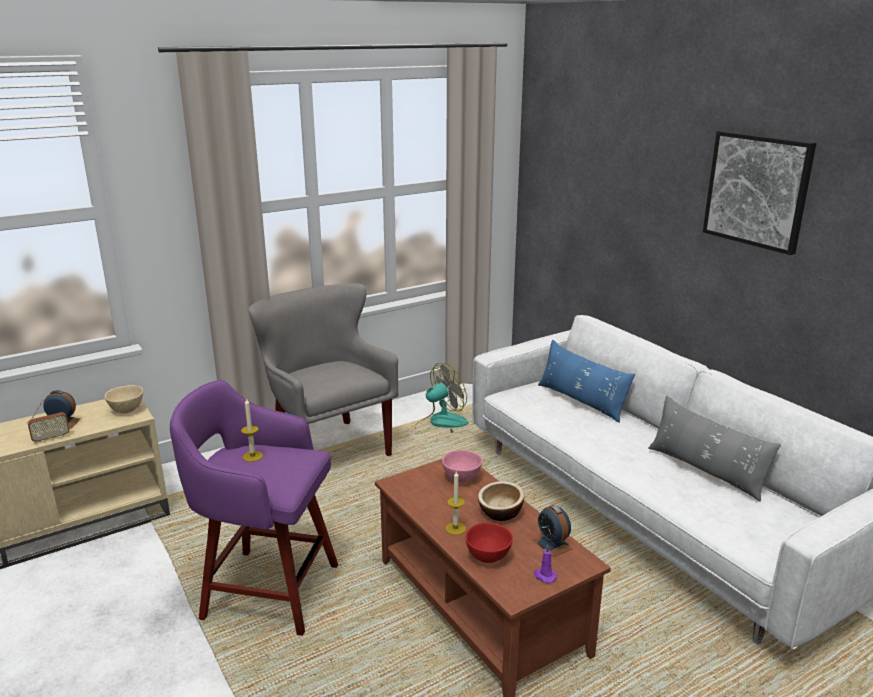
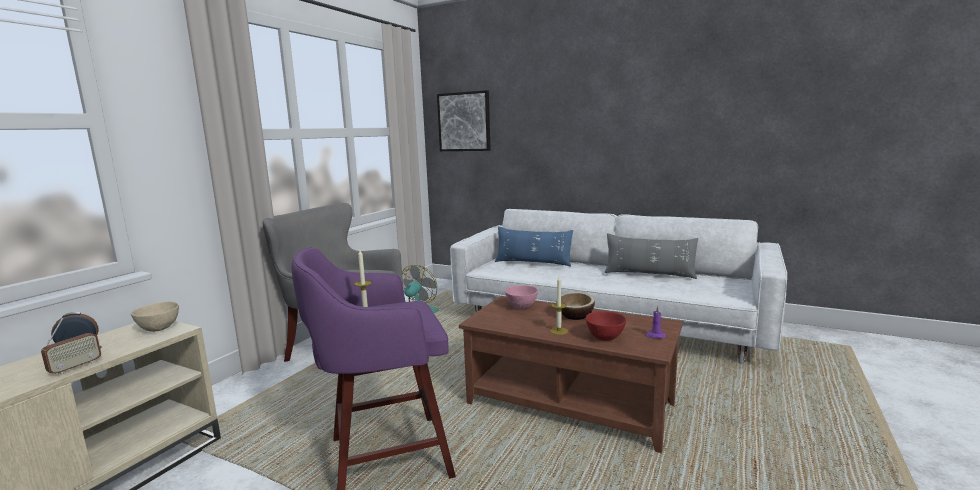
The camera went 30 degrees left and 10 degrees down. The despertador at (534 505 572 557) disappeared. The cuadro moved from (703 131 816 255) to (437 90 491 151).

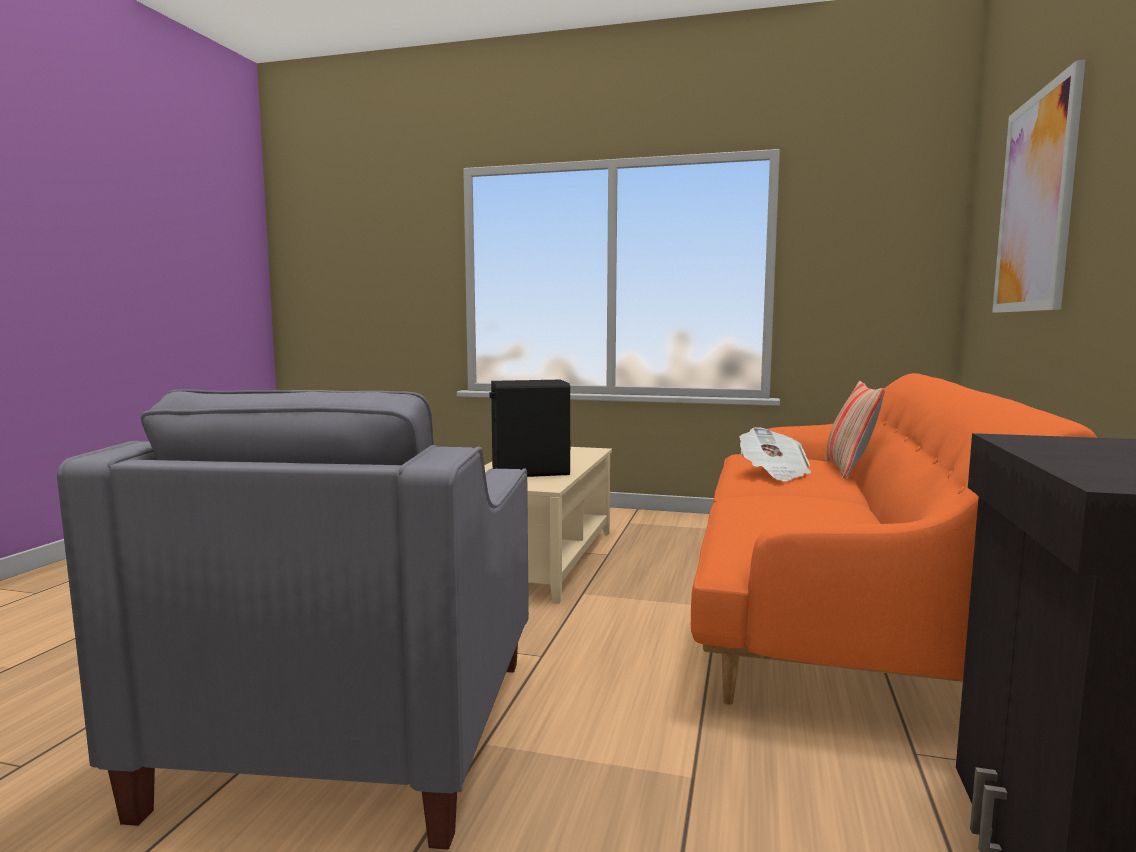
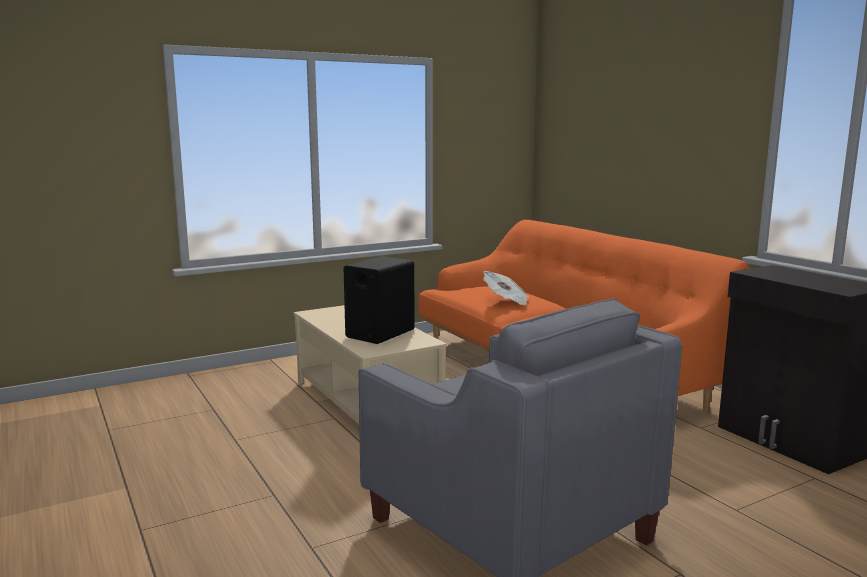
The camera went 45 degrees left and 5 degrees up. The cojín at (825 381 885 479) disappeared. The cuadro at (992 59 1086 313) disappeared.

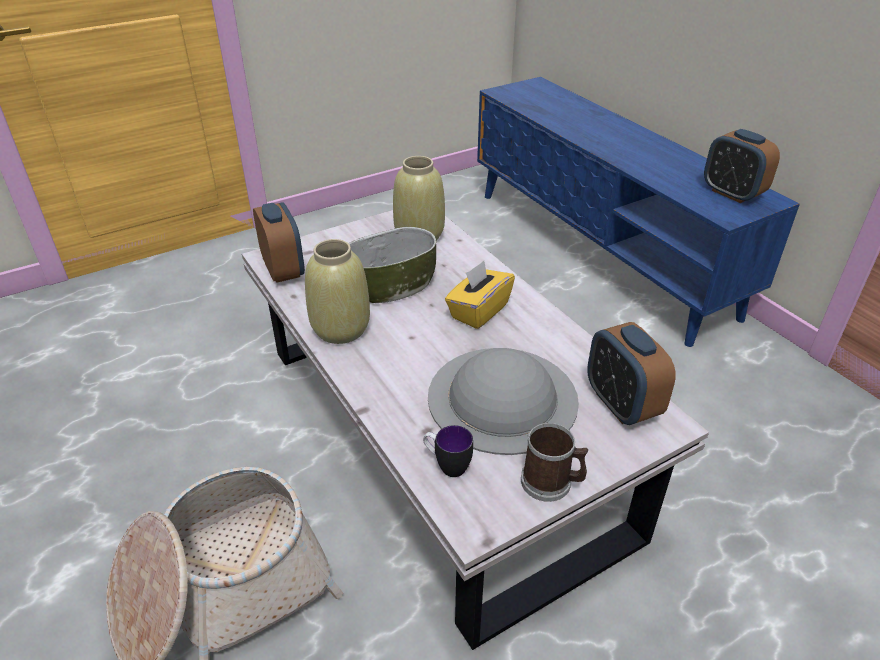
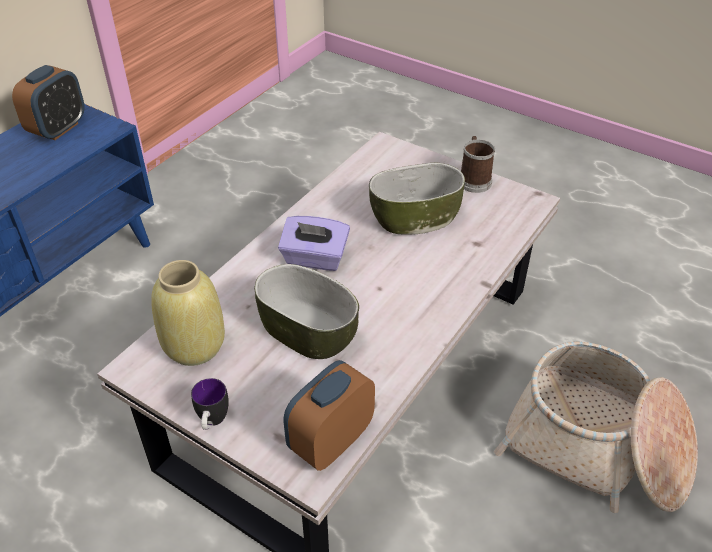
The camera went 115 degrees left and 5 degrees up. The florero/beis at (305 239 370 344) disappeared. The despertador at (587 322 676 425) disappeared. The taza grande moved from (423 425 473 477) to (191 378 229 430). The sombrero/gris at (428 348 579 455) was replaced by the cuenco at (369 163 465 235). The caja de pañuelos/amarillo at (445 261 515 329) became the caja de pañuelos/morado at (278 216 350 271).

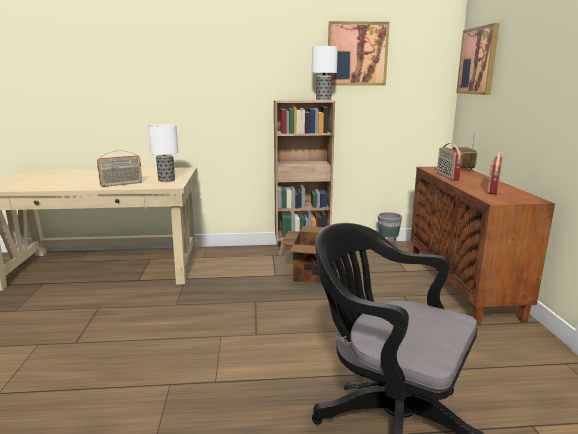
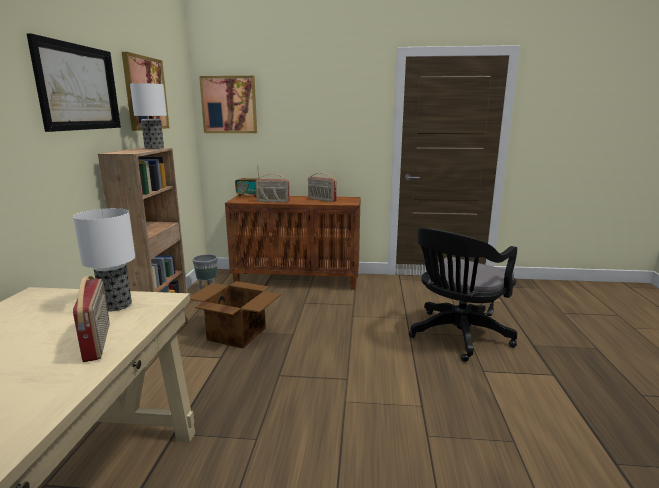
The camera went 80 degrees left and 0 degrees up. The cuadro at (27 33 121 132) appeared.

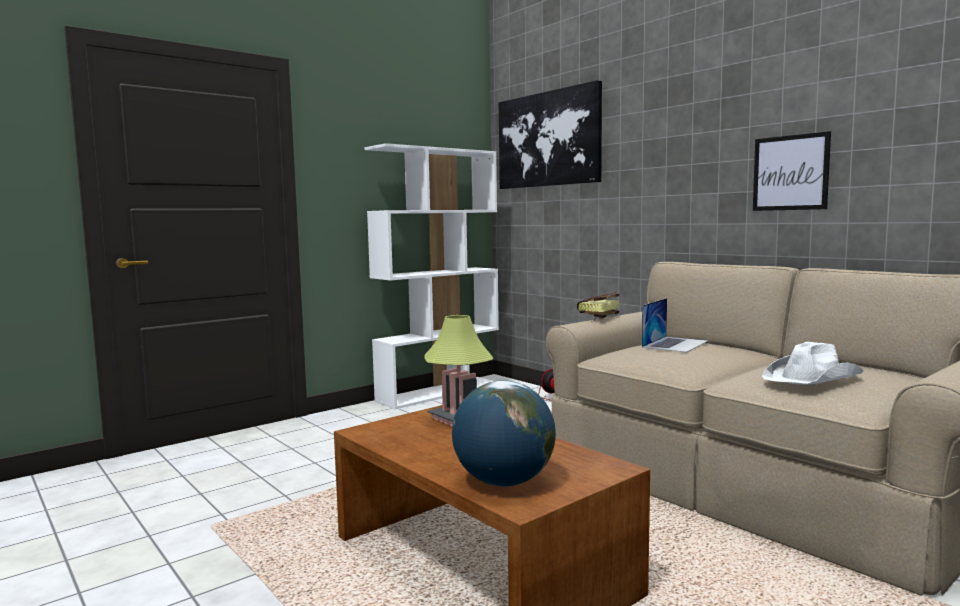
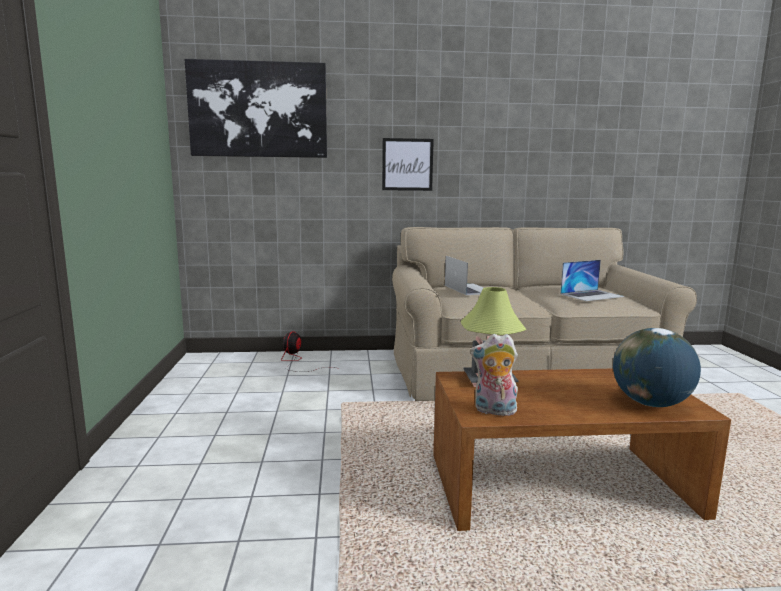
The camera went 55 degrees left and 5 degrees up. The estantería/blanco at (365 143 499 409) disappeared. The libro at (577 292 619 323) disappeared. The peluche at (470 334 518 416) appeared. The cuadro moved from (753 131 831 211) to (382 138 434 191). The sombrero/blanco at (762 342 864 385) was replaced by the portátil at (560 260 624 301).

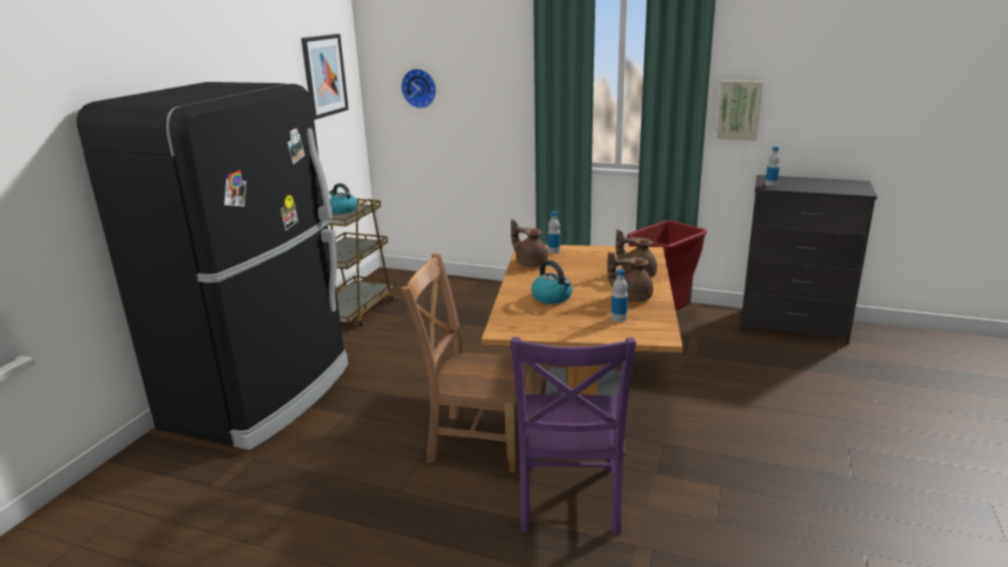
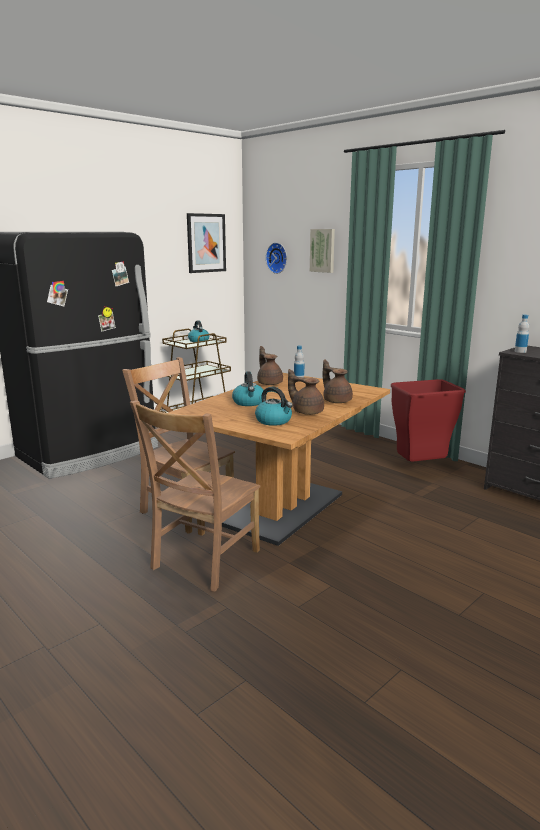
The camera went 25 degrees right and 5 degrees down. The cuadro moved from (716 81 763 141) to (310 229 335 273). The botella at (611 269 628 322) was replaced by the hervidor at (255 387 293 426). The silla/morado at (510 337 636 536) became the silla/marrón at (130 400 261 592).

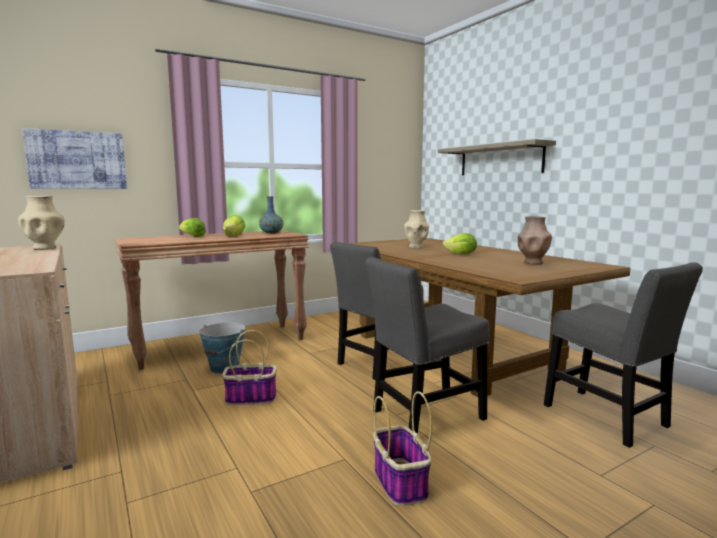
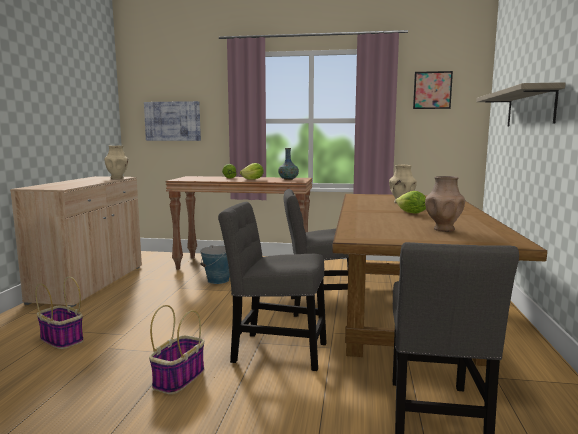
The camera went 40 degrees right and 0 degrees up. The cuadro at (413 71 453 109) appeared. The cesta moved from (222 330 277 405) to (35 277 84 349).

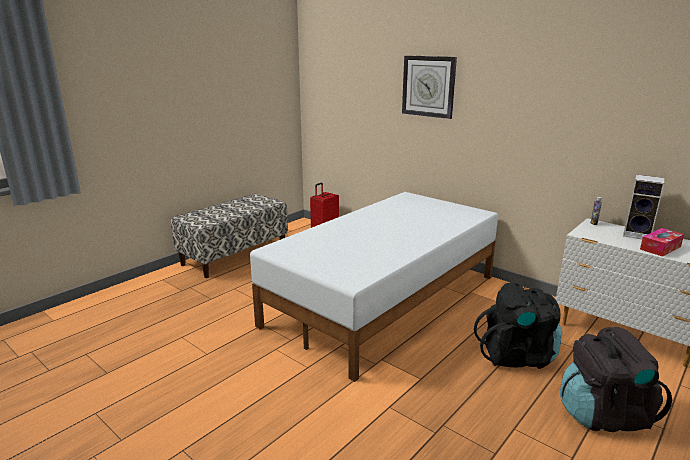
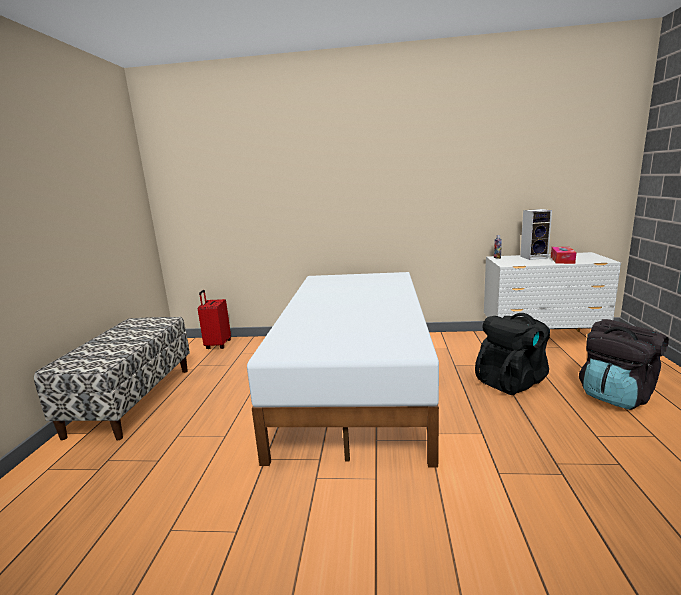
The camera went 35 degrees left and 5 degrees down. The reloj de pared at (402 55 457 119) disappeared.

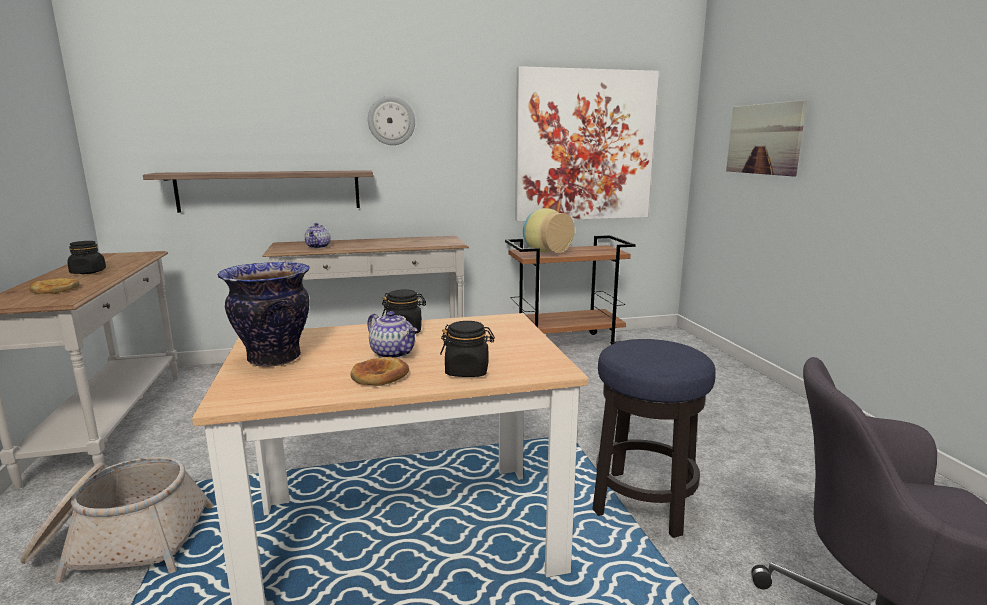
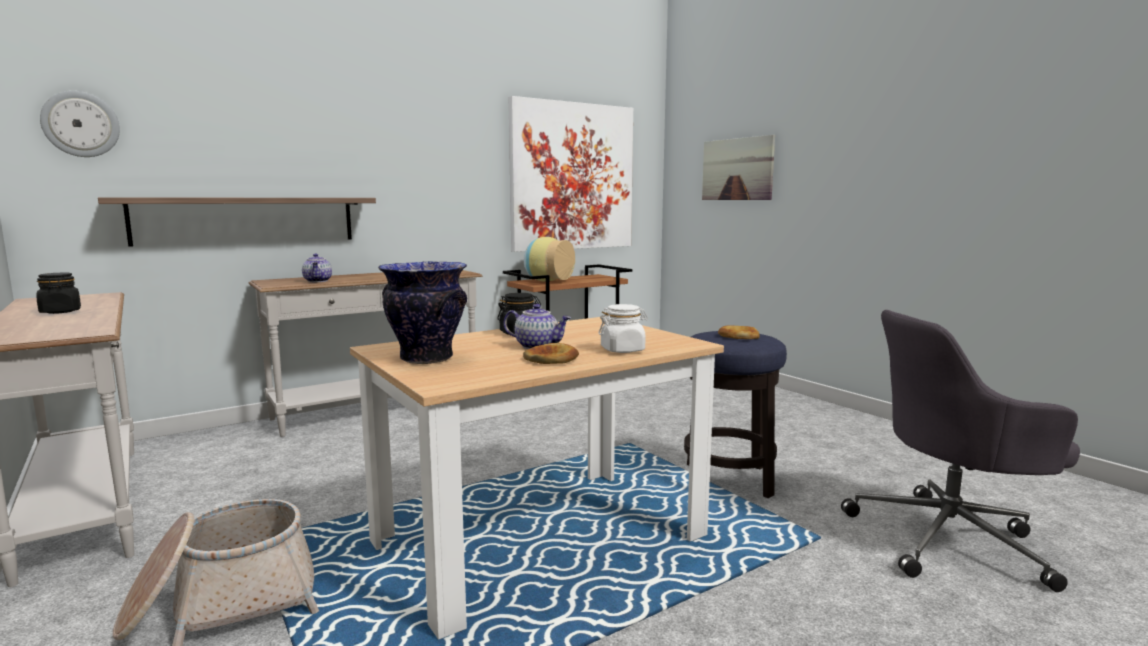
The camera went 20 degrees left and 5 degrees down. The pan moved from (29 278 79 294) to (718 325 760 339). The reloj de pared moved from (368 96 415 145) to (40 91 120 157). The tarro/negro at (440 321 495 377) became the tarro/blanco at (599 304 648 353).

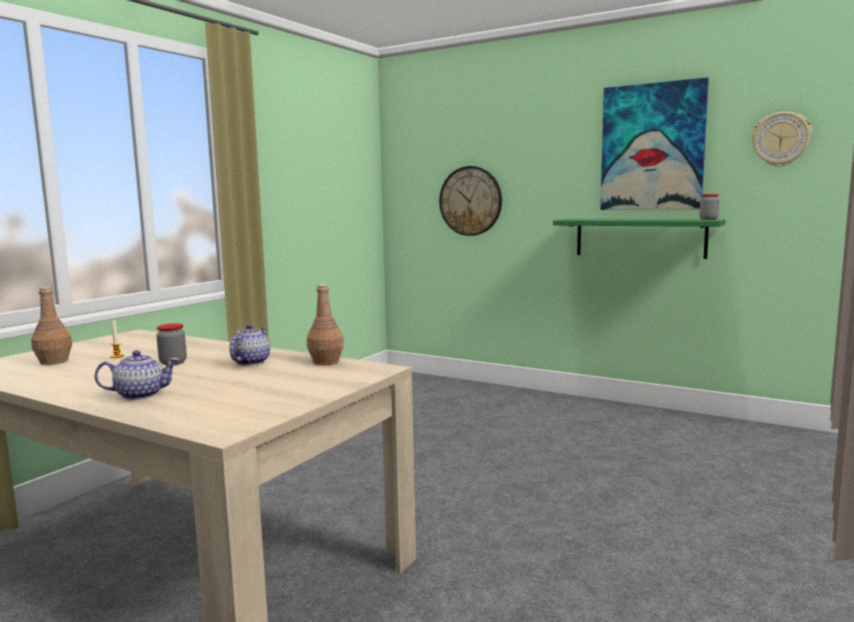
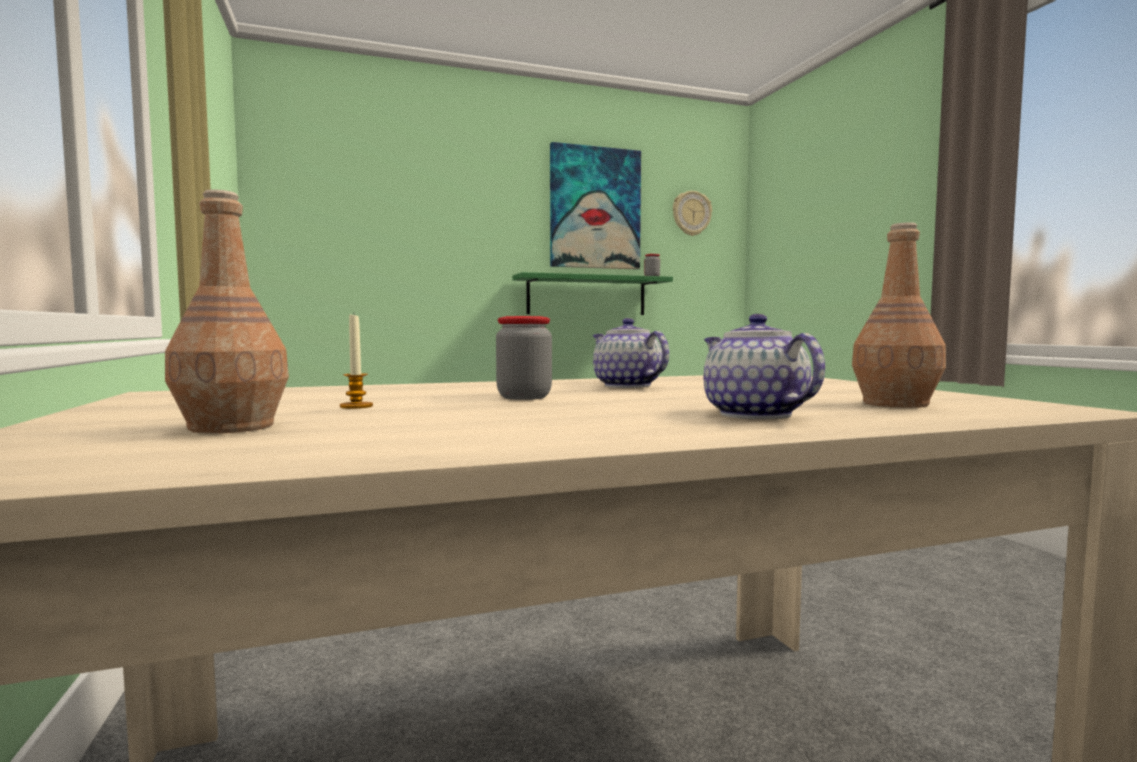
The camera went 50 degrees left and 5 degrees down. The reloj de pared at (439 166 502 236) disappeared. The botella/marrón moved from (307 284 344 365) to (852 222 946 408). The tetera at (95 350 179 400) turned 45 degrees counterclockwise.

